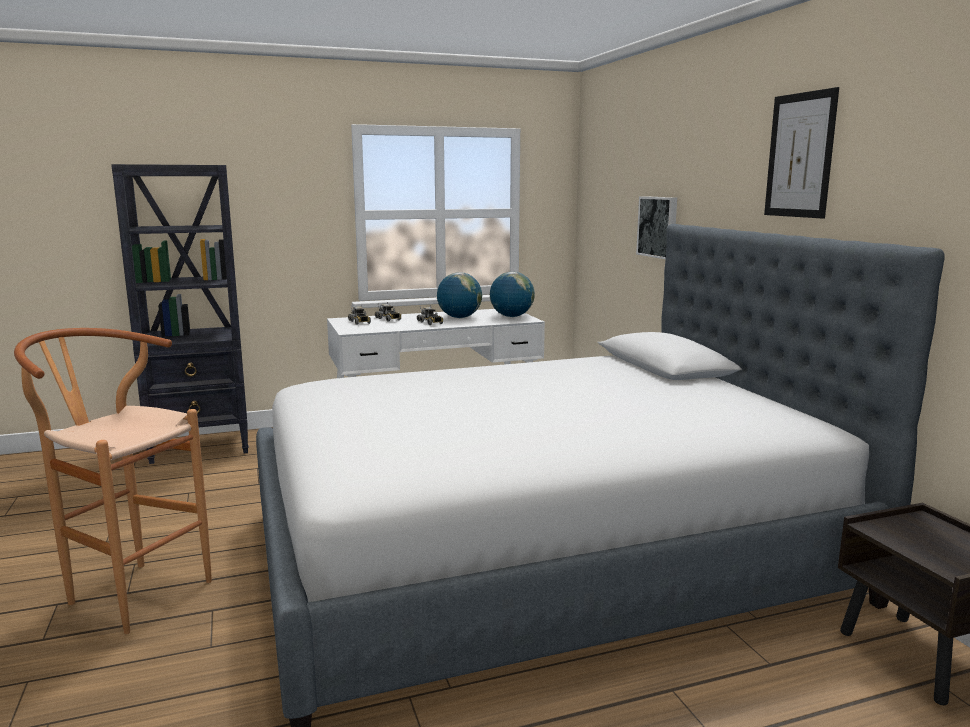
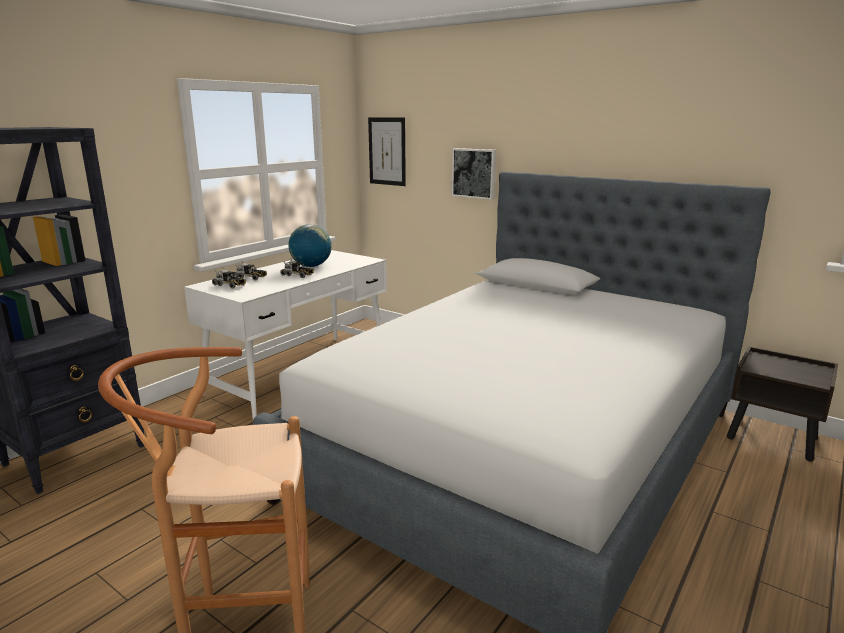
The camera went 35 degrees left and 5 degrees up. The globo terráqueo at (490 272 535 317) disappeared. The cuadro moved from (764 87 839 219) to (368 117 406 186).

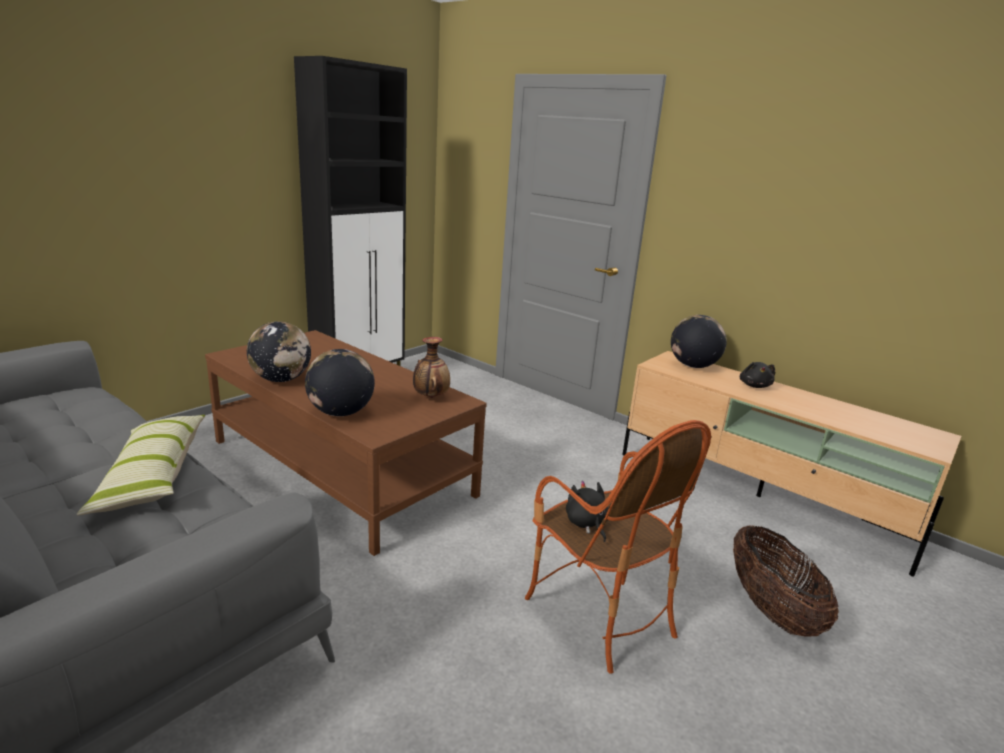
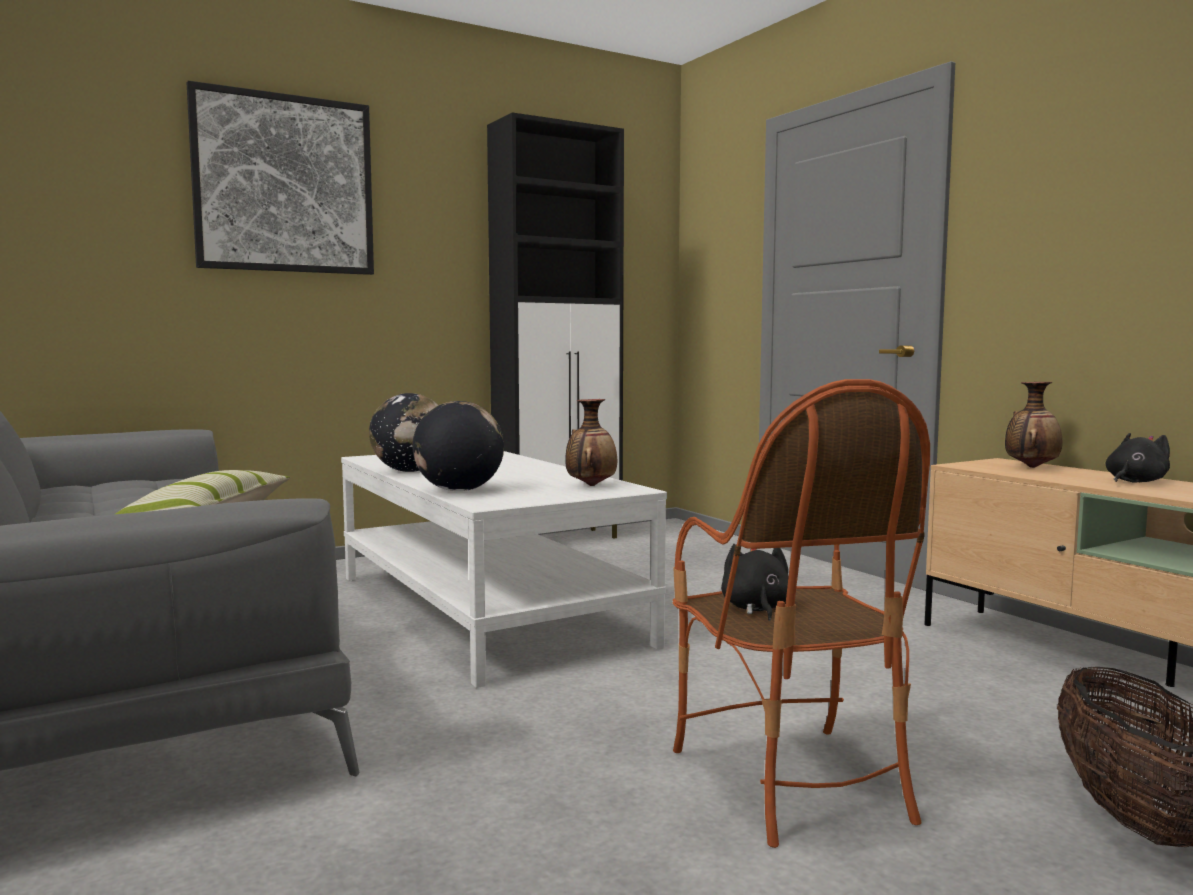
The camera went 20 degrees right and 15 degrees down. The cuadro at (187 81 374 275) appeared. The globo terráqueo at (671 315 727 368) was replaced by the florero at (1005 382 1062 468). The mesa de centro/marrón at (205 330 487 556) became the mesa de centro/blanco at (341 451 667 688). The peluche/negro at (740 362 775 388) turned 150 degrees counterclockwise.

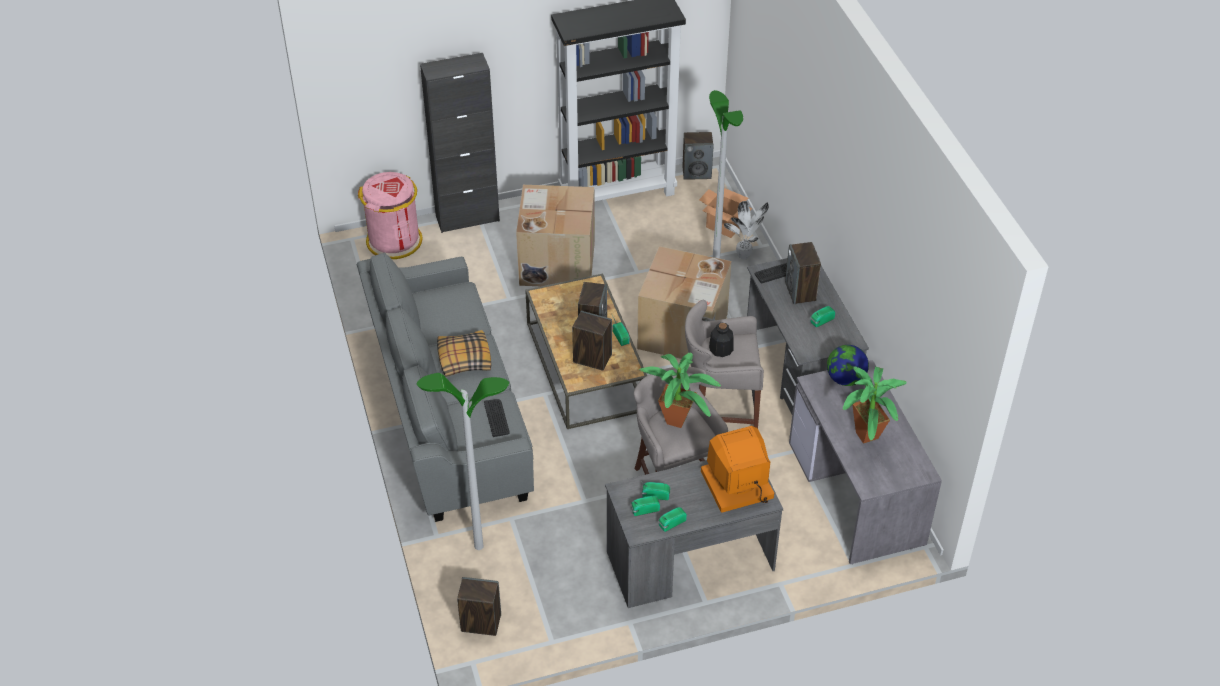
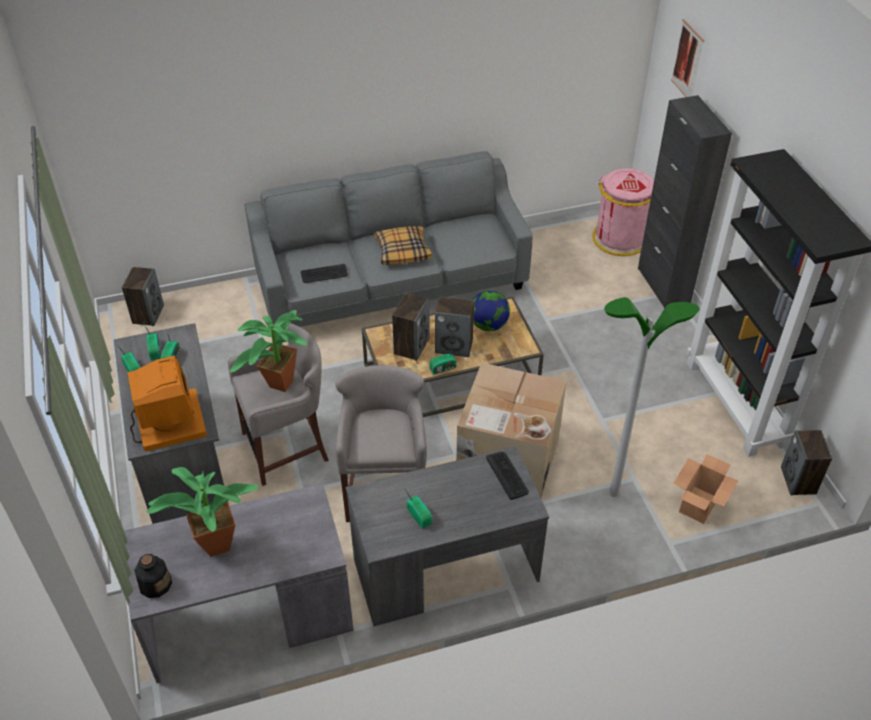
The camera went 90 degrees right and 0 degrees up. The lámpara de pie at (417 373 509 550) disappeared. The caja de cartón at (516 185 595 286) disappeared. The planta en maceta at (724 201 769 260) disappeared. The altavoz at (785 242 821 304) disappeared. The cuadro at (671 19 704 97) appeared. The botella moved from (709 323 733 357) to (134 554 172 598). The globo terráqueo moved from (827 345 869 386) to (472 290 510 331).

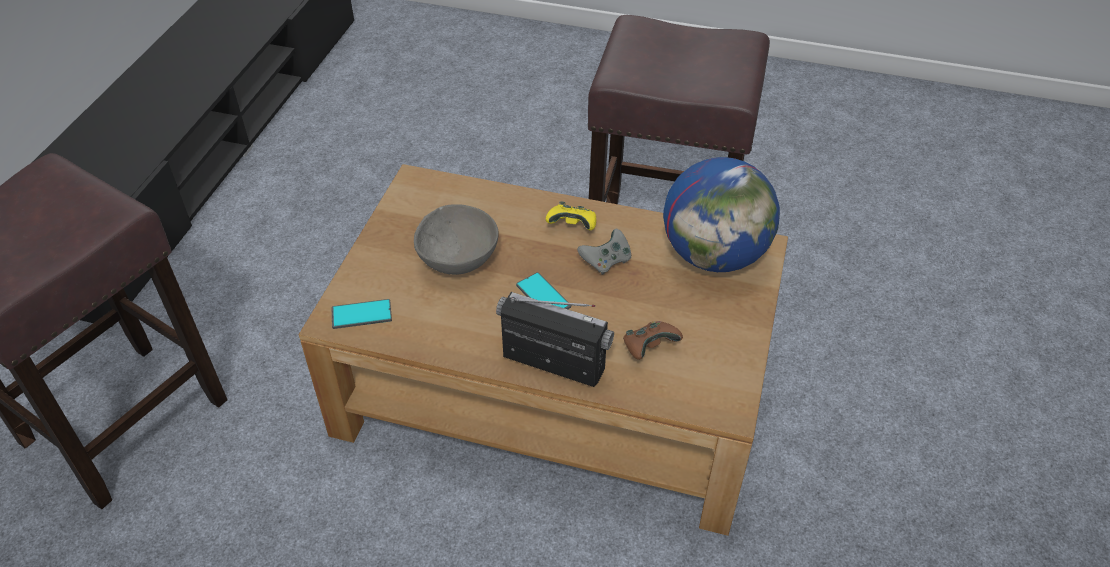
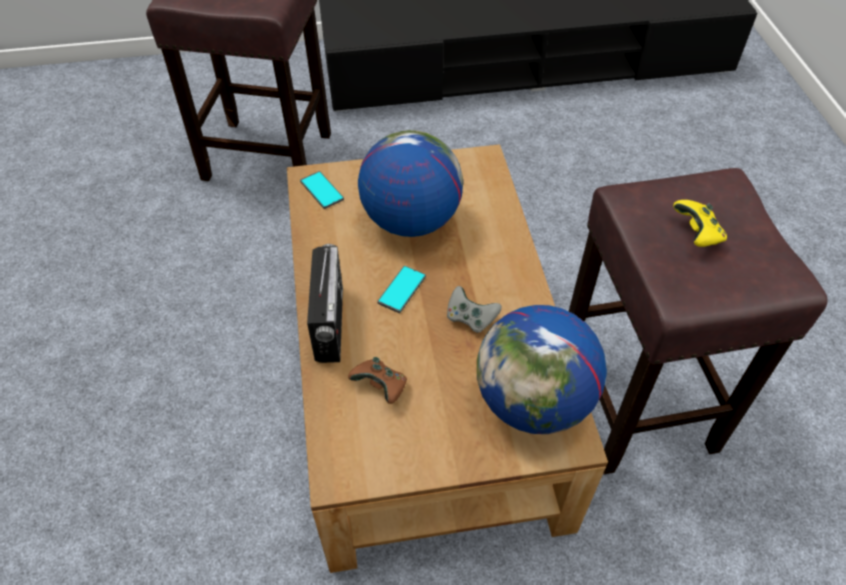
The camera went 65 degrees right and 5 degrees up. The mando de consola/amarillo moved from (546 202 596 230) to (673 200 727 247). The cuenco/gris at (414 204 499 275) was replaced by the globo terráqueo at (358 130 463 237).

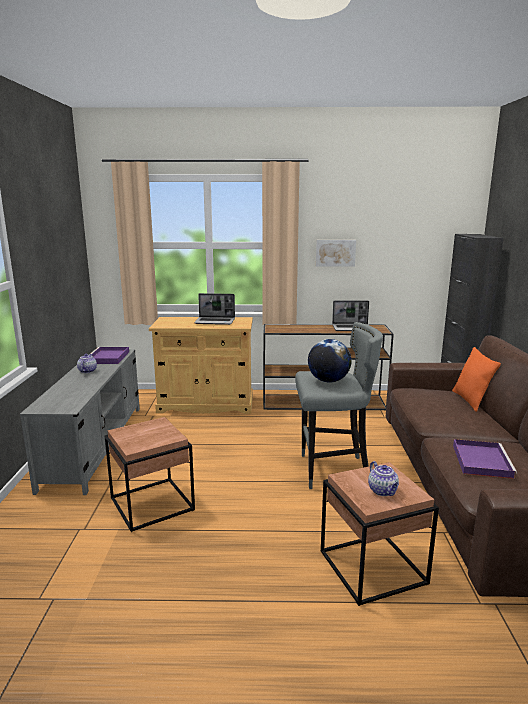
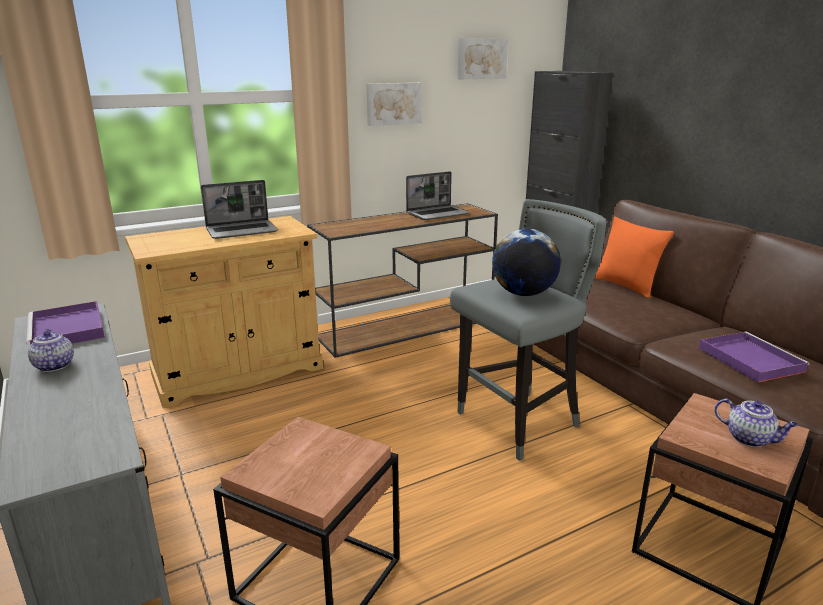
The camera went 30 degrees left and 5 degrees up. The cuadro at (458 38 508 79) appeared.

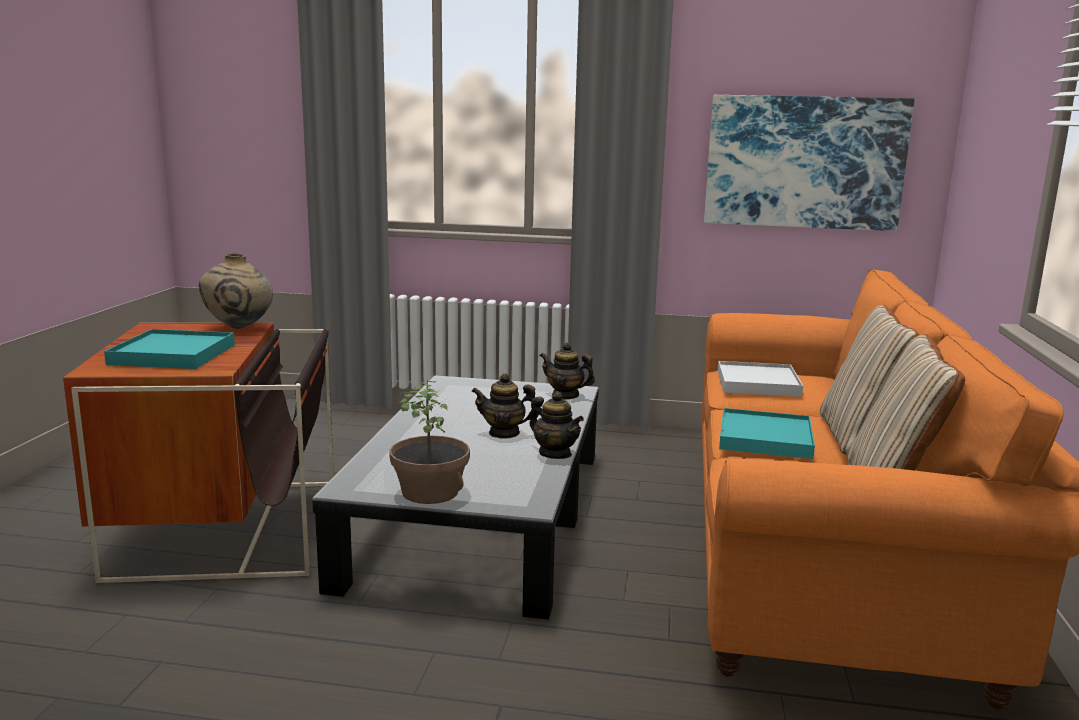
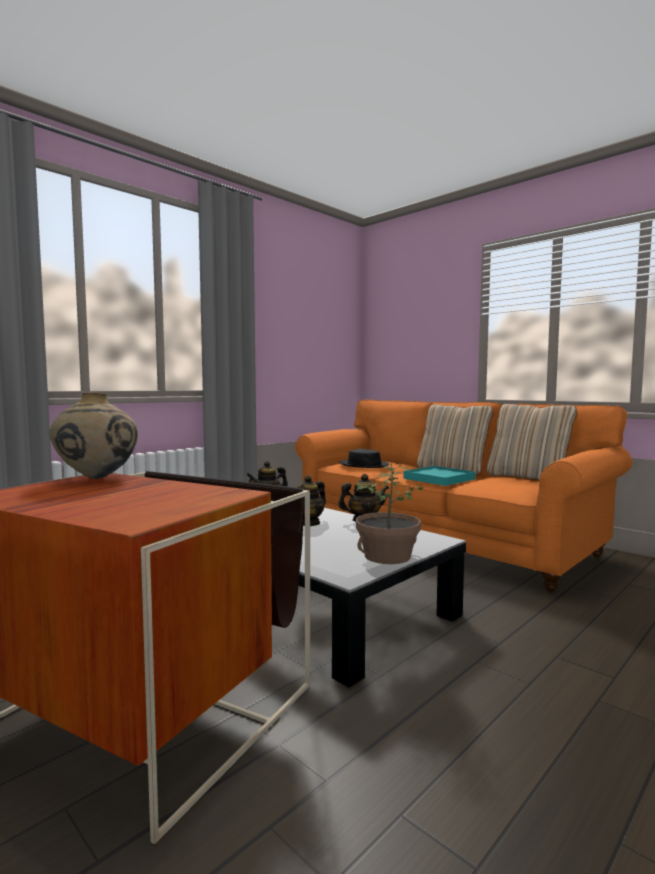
The camera went 55 degrees left and 10 degrees down. The bandeja/turquesa at (104 329 235 369) disappeared. The cuadro at (704 95 914 231) disappeared. The bandeja/blanco at (718 361 803 397) was replaced by the sombrero/negro at (339 449 390 468).

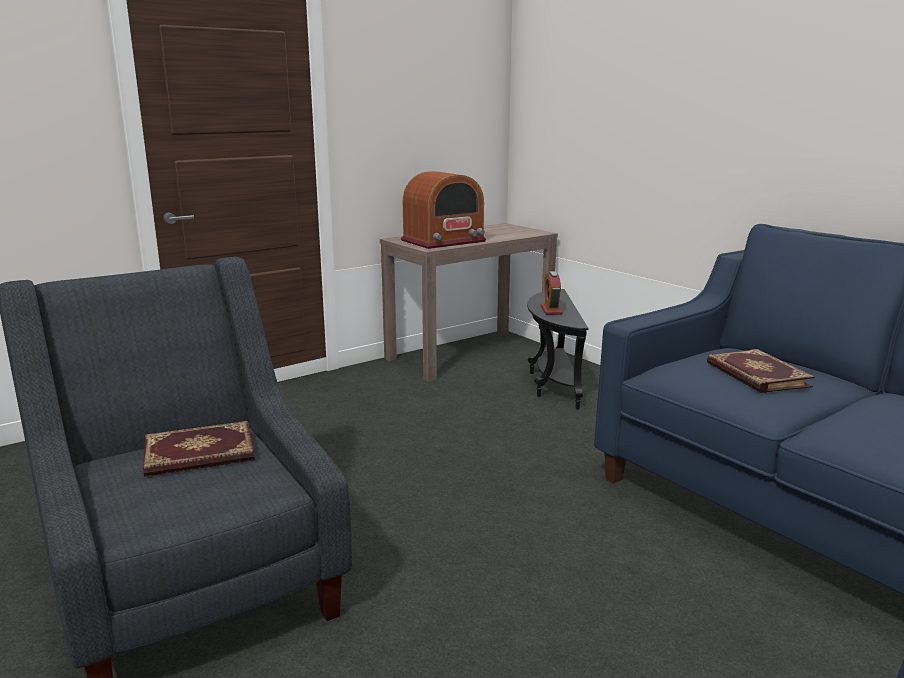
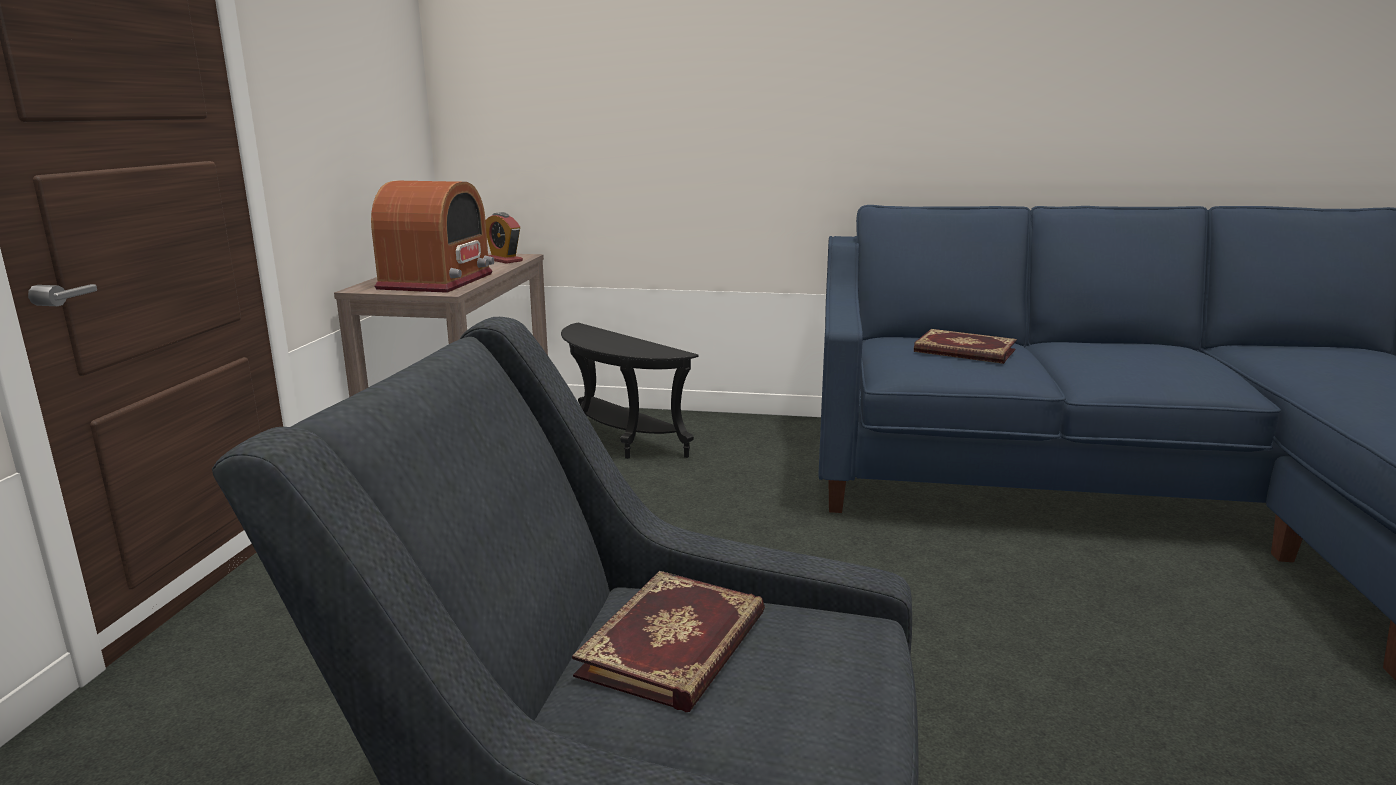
The camera went 45 degrees left and 0 degrees up. The despertador moved from (541 271 563 315) to (486 212 523 264).

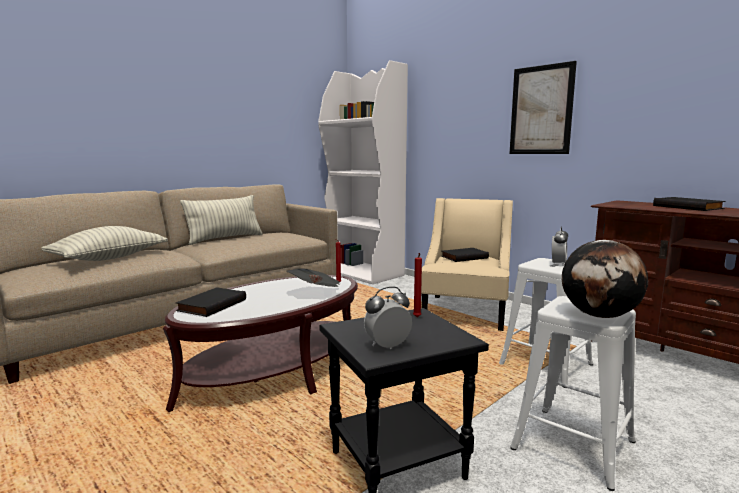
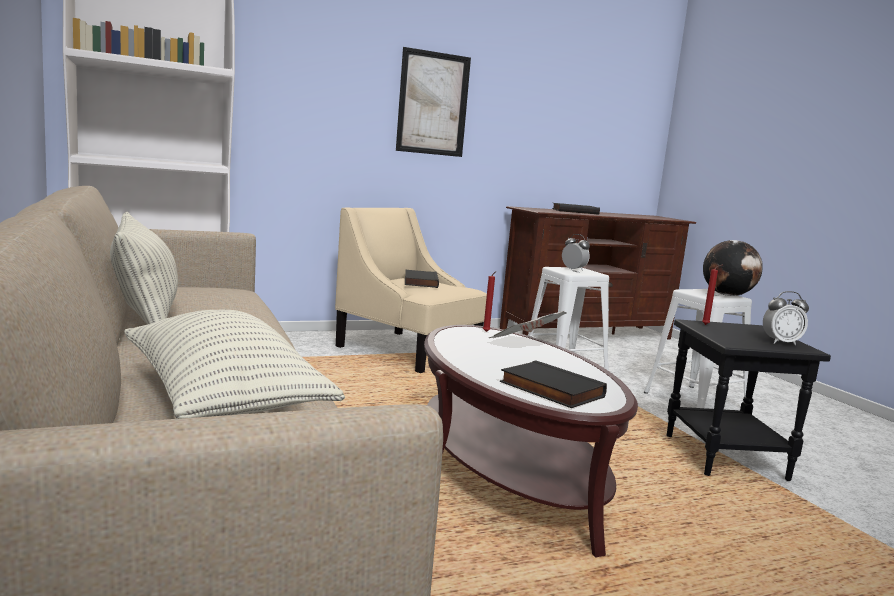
The camera went 70 degrees left and 0 degrees up. The despertador at (364 286 412 349) turned 90 degrees counterclockwise.

